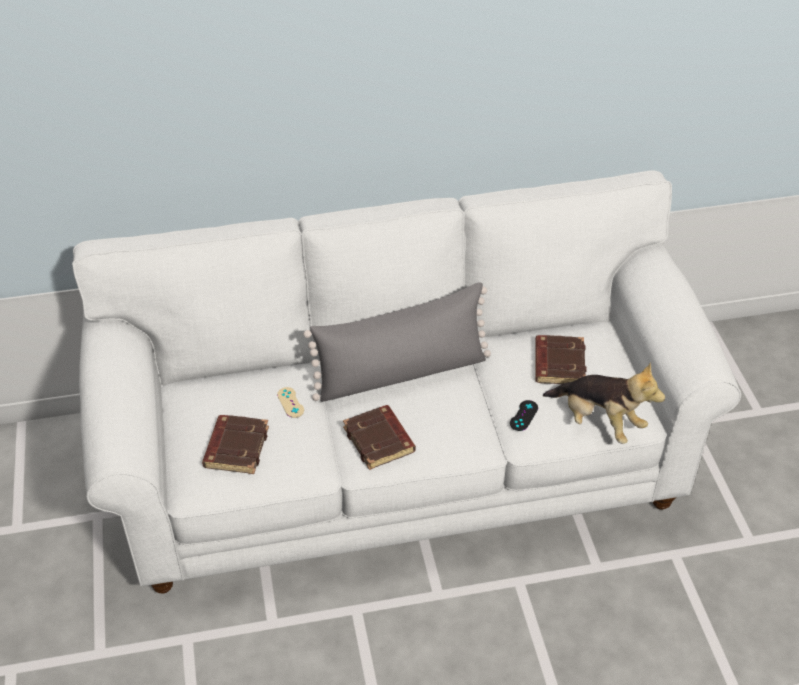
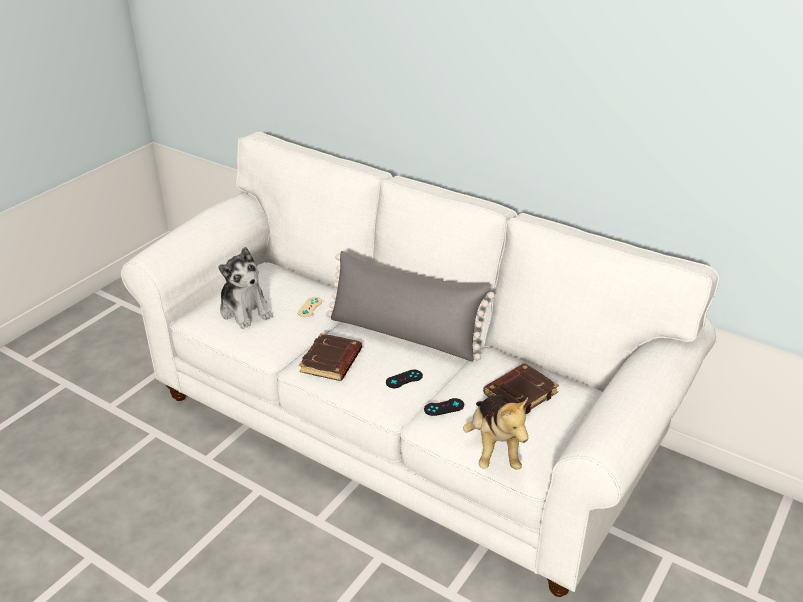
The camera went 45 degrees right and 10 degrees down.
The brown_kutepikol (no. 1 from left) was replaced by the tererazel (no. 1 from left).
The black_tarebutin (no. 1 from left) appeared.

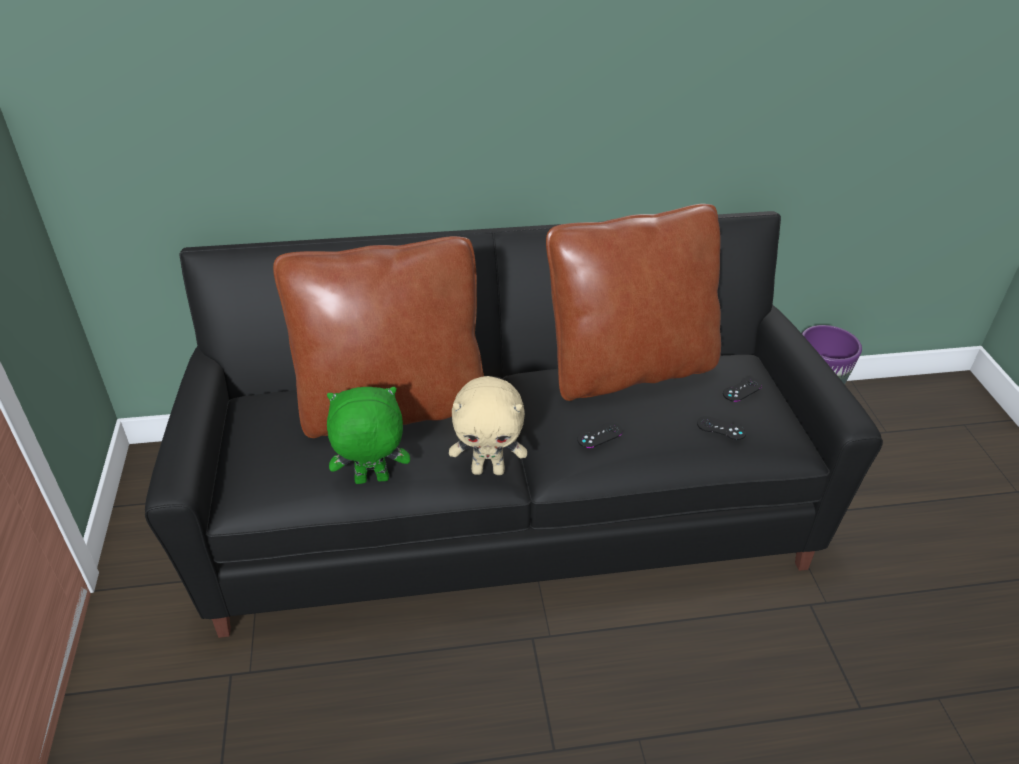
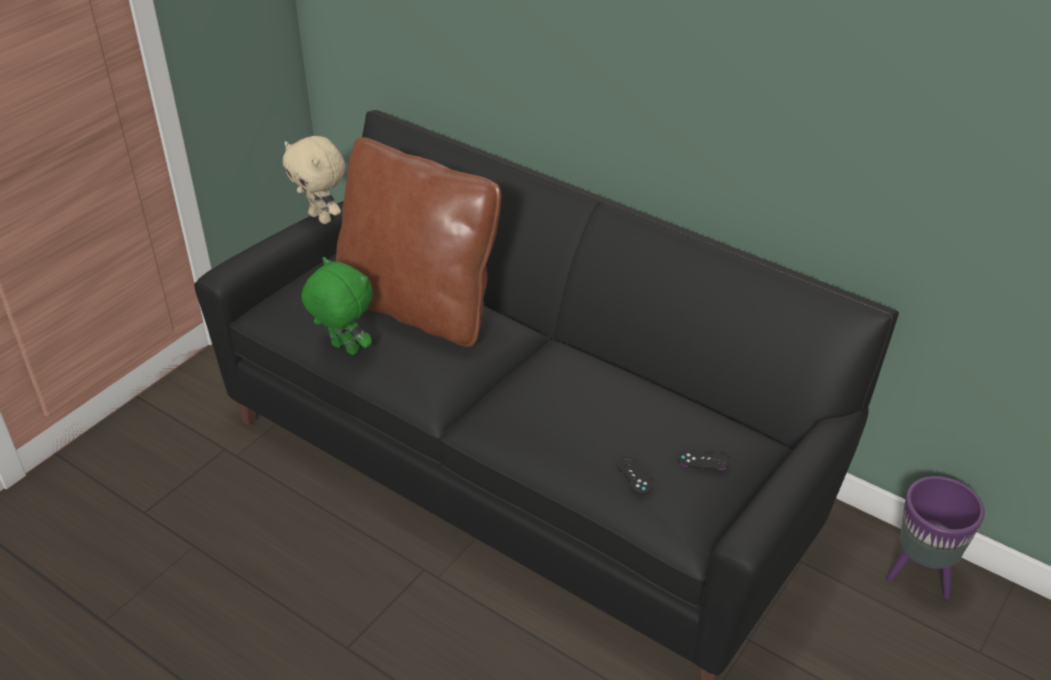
The camera went 45 degrees right and 0 degrees up.
The beige_tererazel moved.
The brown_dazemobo (no. 2 from left) disappeared.
The black_tarebutin (no. 1 from left) disappeared.

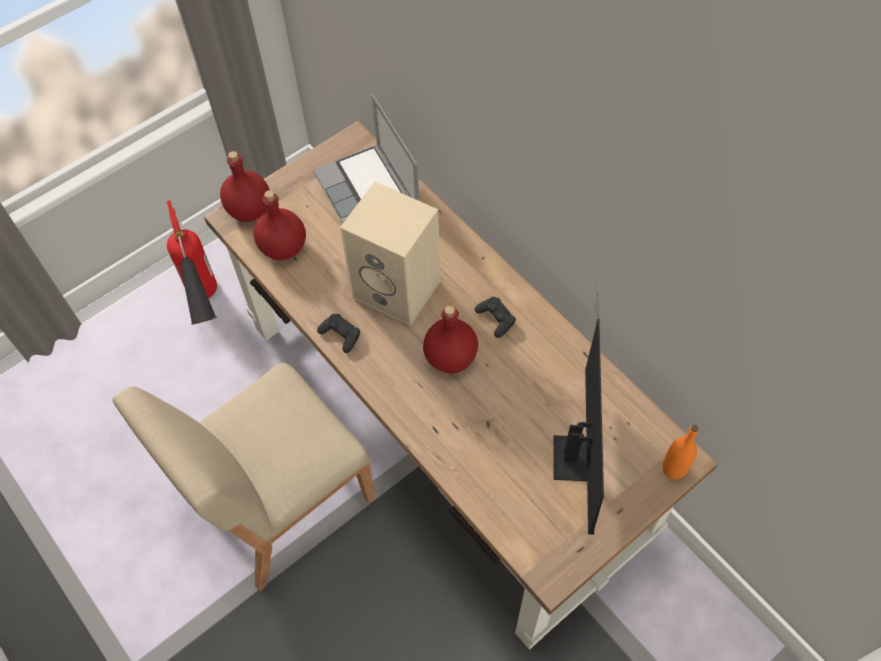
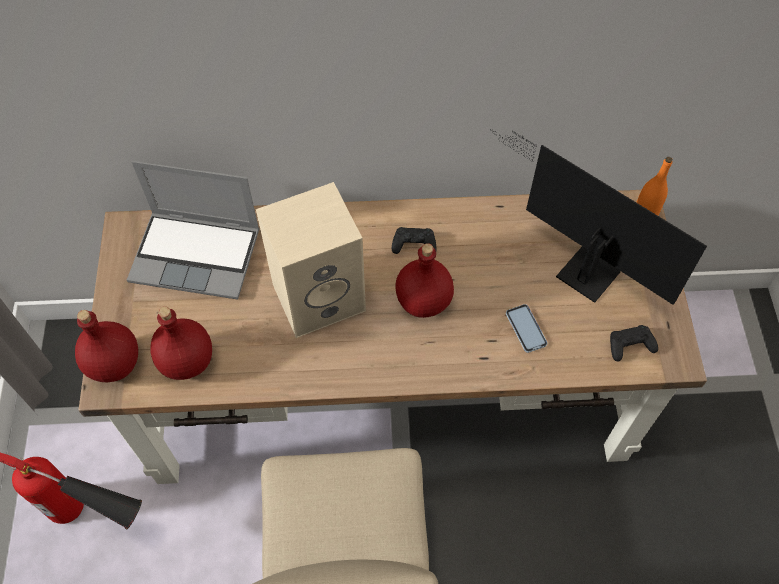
The camera went 55 degrees left and 0 degrees up.
The black_tarebutin (no. 1 from left in the first image) moved.
The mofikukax appeared.

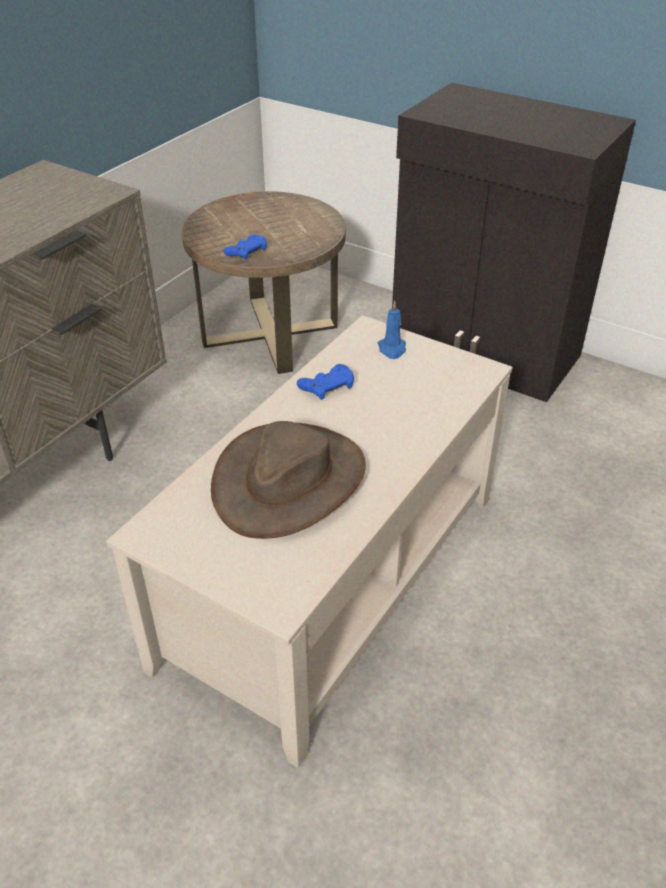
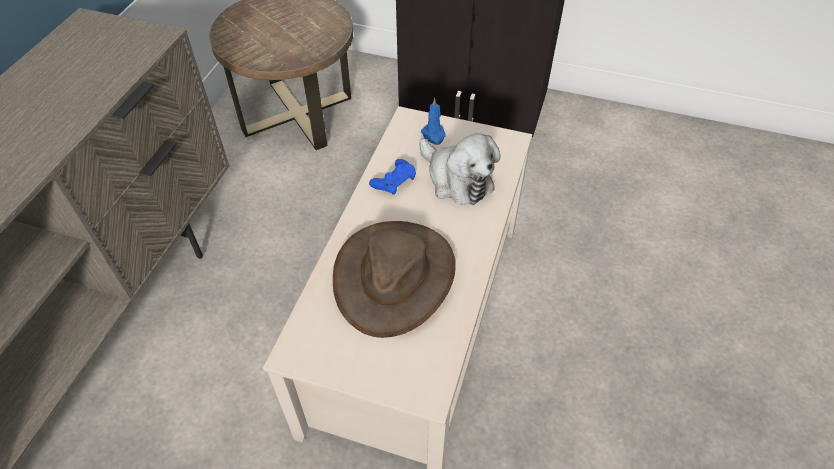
The camera went 15 degrees left and 10 degrees up.
The blue_tarebutin (no. 1 from left) disappeared.
The tererazel appeared.

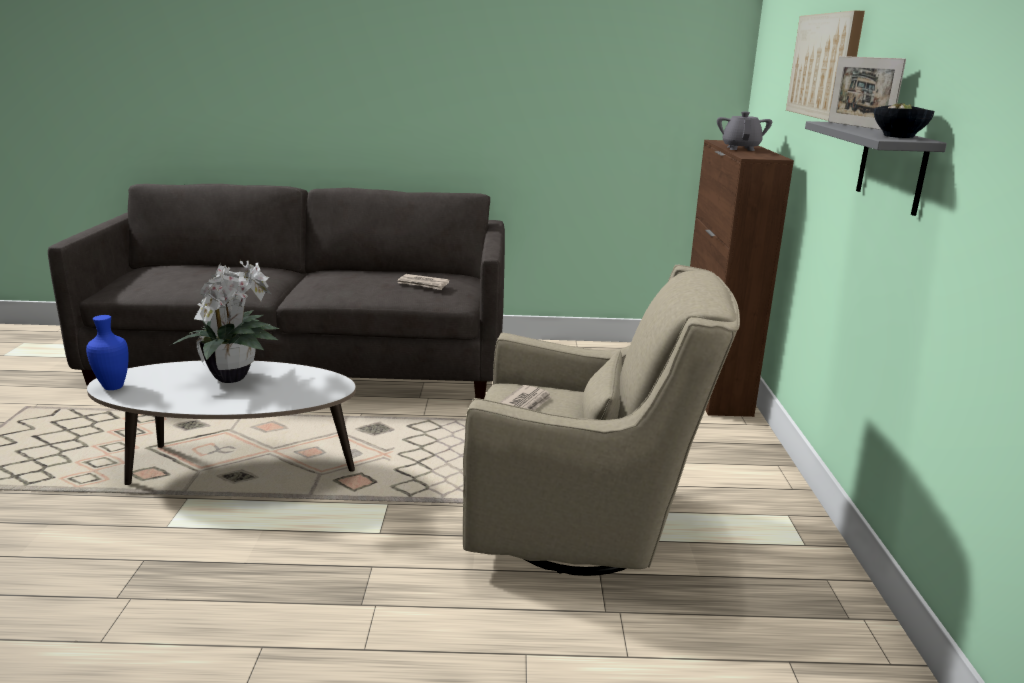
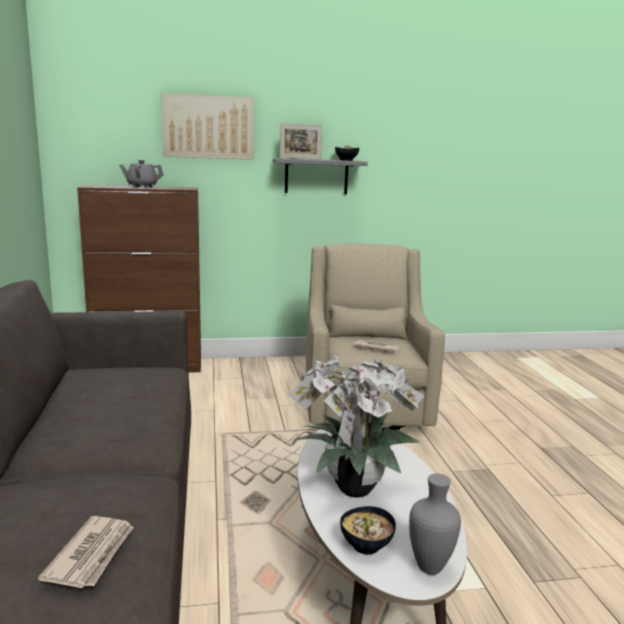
The camera went 100 degrees left and 5 degrees down.
The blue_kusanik became the grey_kusanik.
The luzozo (no. 1 from left) moved.
The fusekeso (no. 2 from left) appeared.

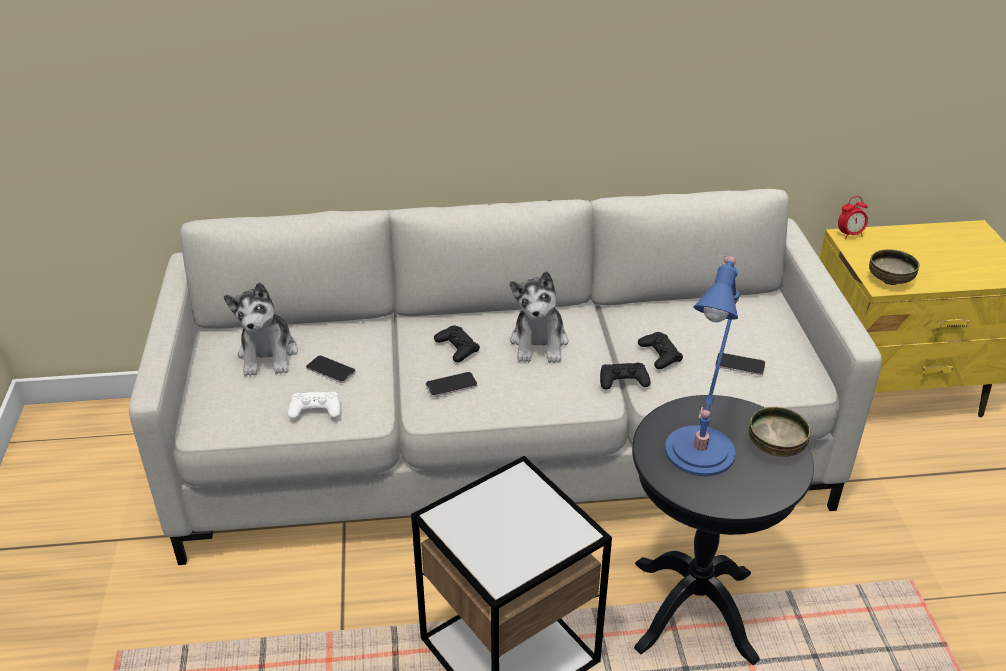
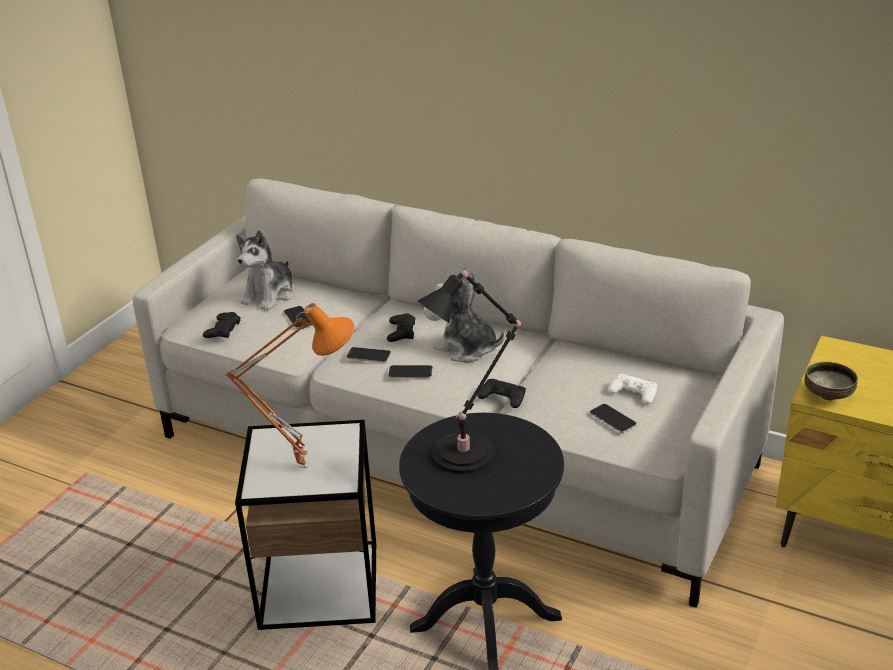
The camera went 35 degrees right and 5 degrees down.
The white_tarebutin moved.
The tererazel (no. 2 from left) turned 90 degrees clockwise.
The black_tarebutin (no. 3 from left in the first image) moved.
The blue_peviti became the black_peviti.
The fusekeso (no. 1 from left) disappeared.
The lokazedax disappeared.
The orange_peviti appeared.
The mofikukax (no. 3 from left) appeared.

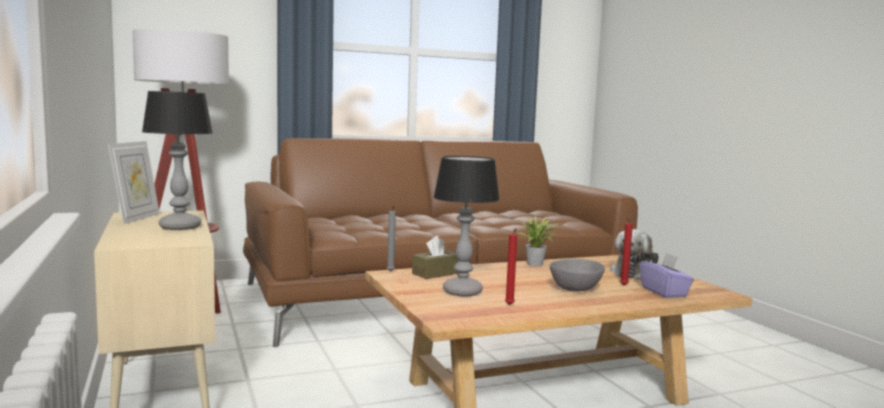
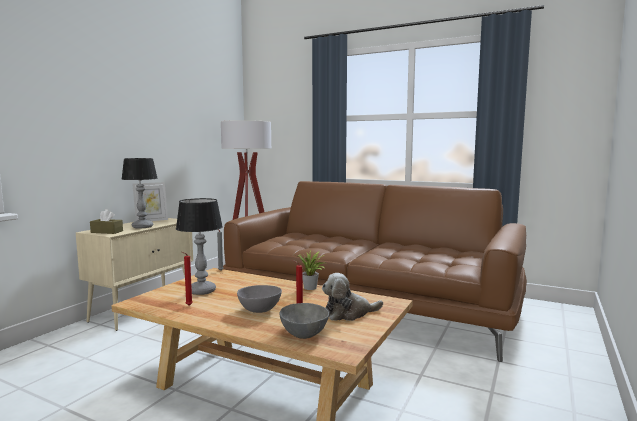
The camera went 50 degrees right and 0 degrees up.
The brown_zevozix moved.
The purple_zevozix was replaced by the grey_fusekeso (no. 2 from left).

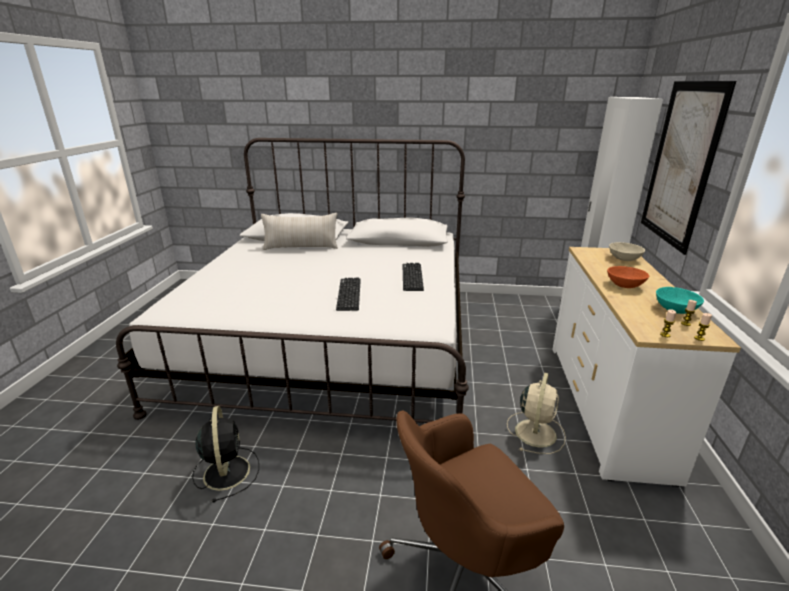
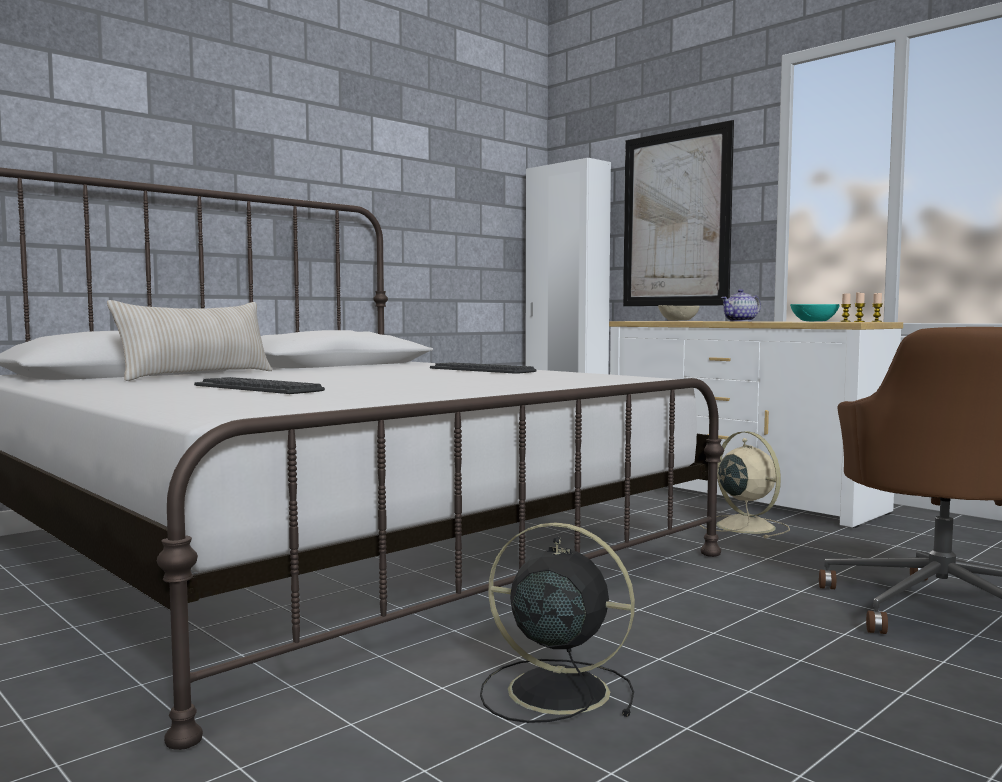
The camera went 50 degrees left and 20 degrees down.
The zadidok (no. 1 from left) moved.
The orange_fusekeso was replaced by the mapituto.

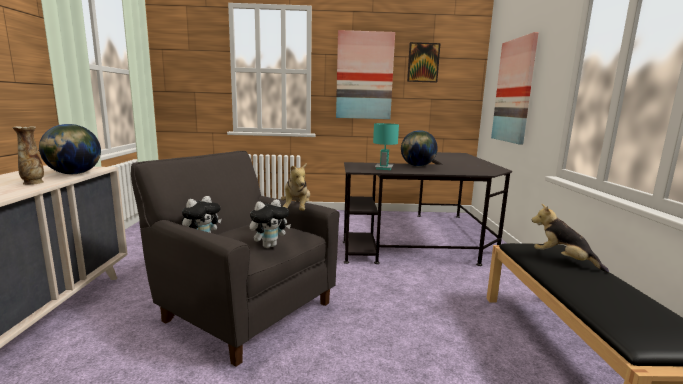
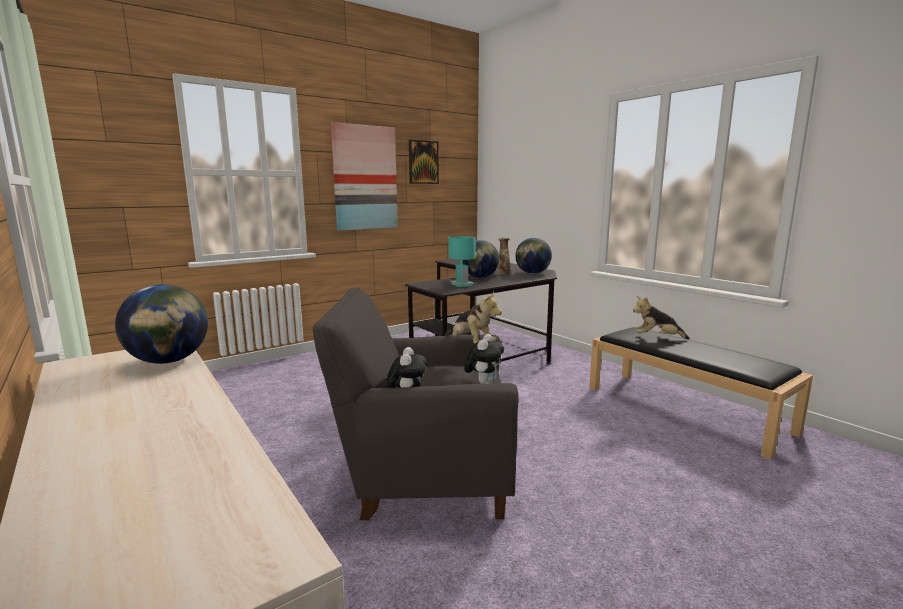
The camera went 35 degrees left and 0 degrees up.
The kusanik moved.
The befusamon (no. 3 from left) disappeared.
The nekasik (no. 3 from left) appeared.

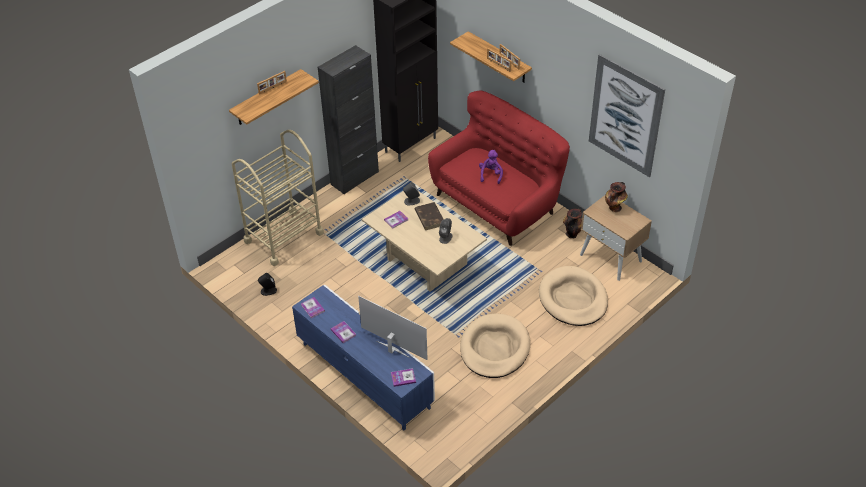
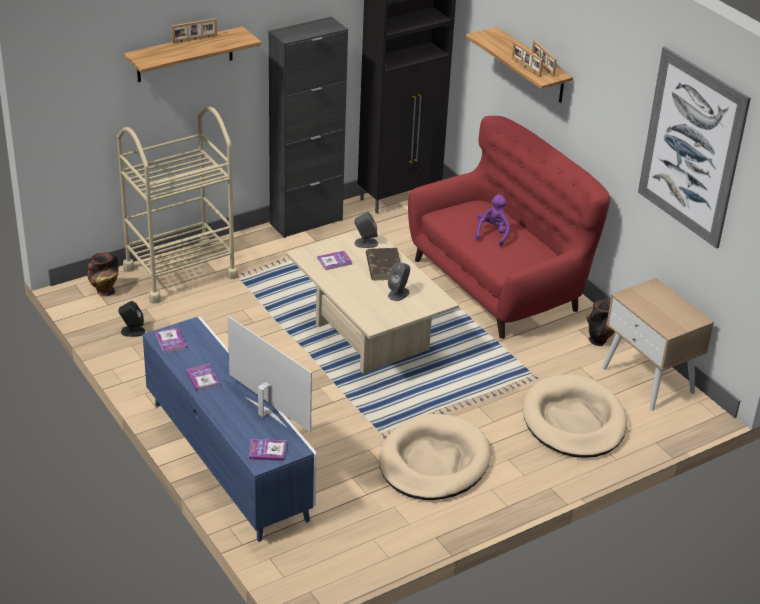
The camera went 10 degrees right and 10 degrees down.
The kusanik (no. 2 from left in the first image) moved.

